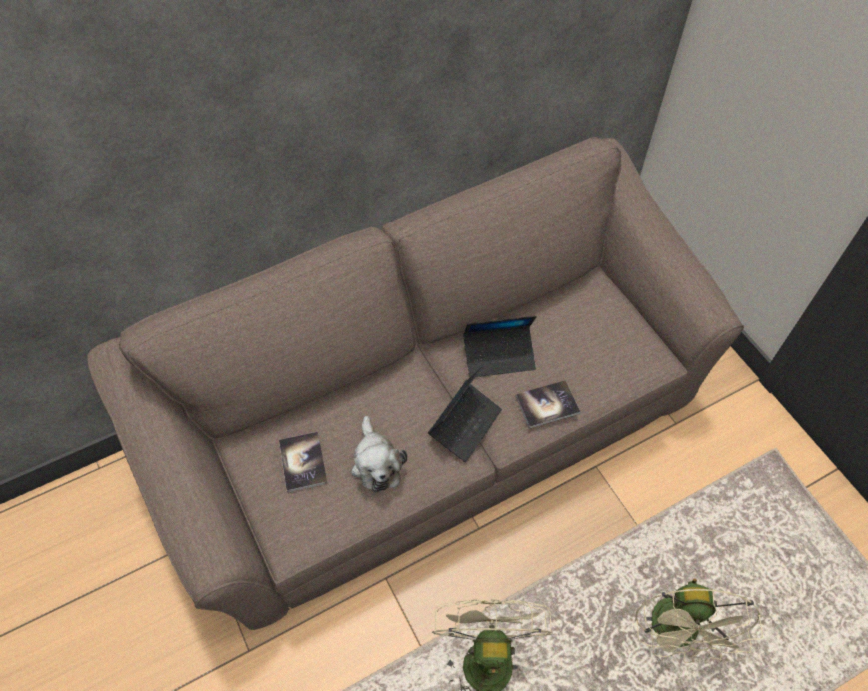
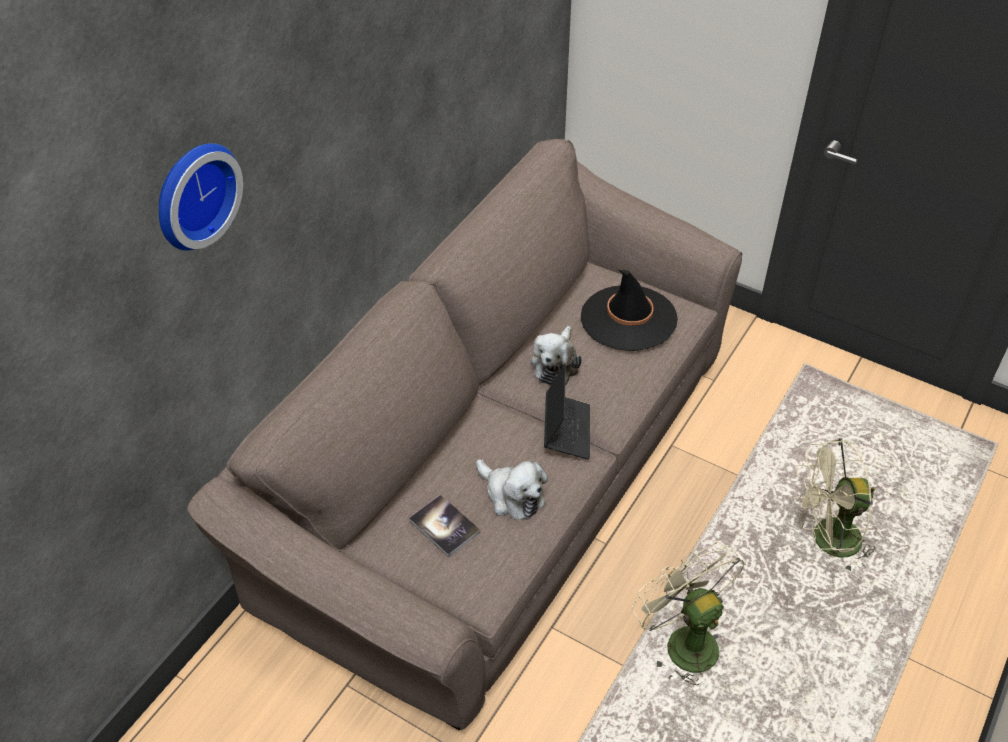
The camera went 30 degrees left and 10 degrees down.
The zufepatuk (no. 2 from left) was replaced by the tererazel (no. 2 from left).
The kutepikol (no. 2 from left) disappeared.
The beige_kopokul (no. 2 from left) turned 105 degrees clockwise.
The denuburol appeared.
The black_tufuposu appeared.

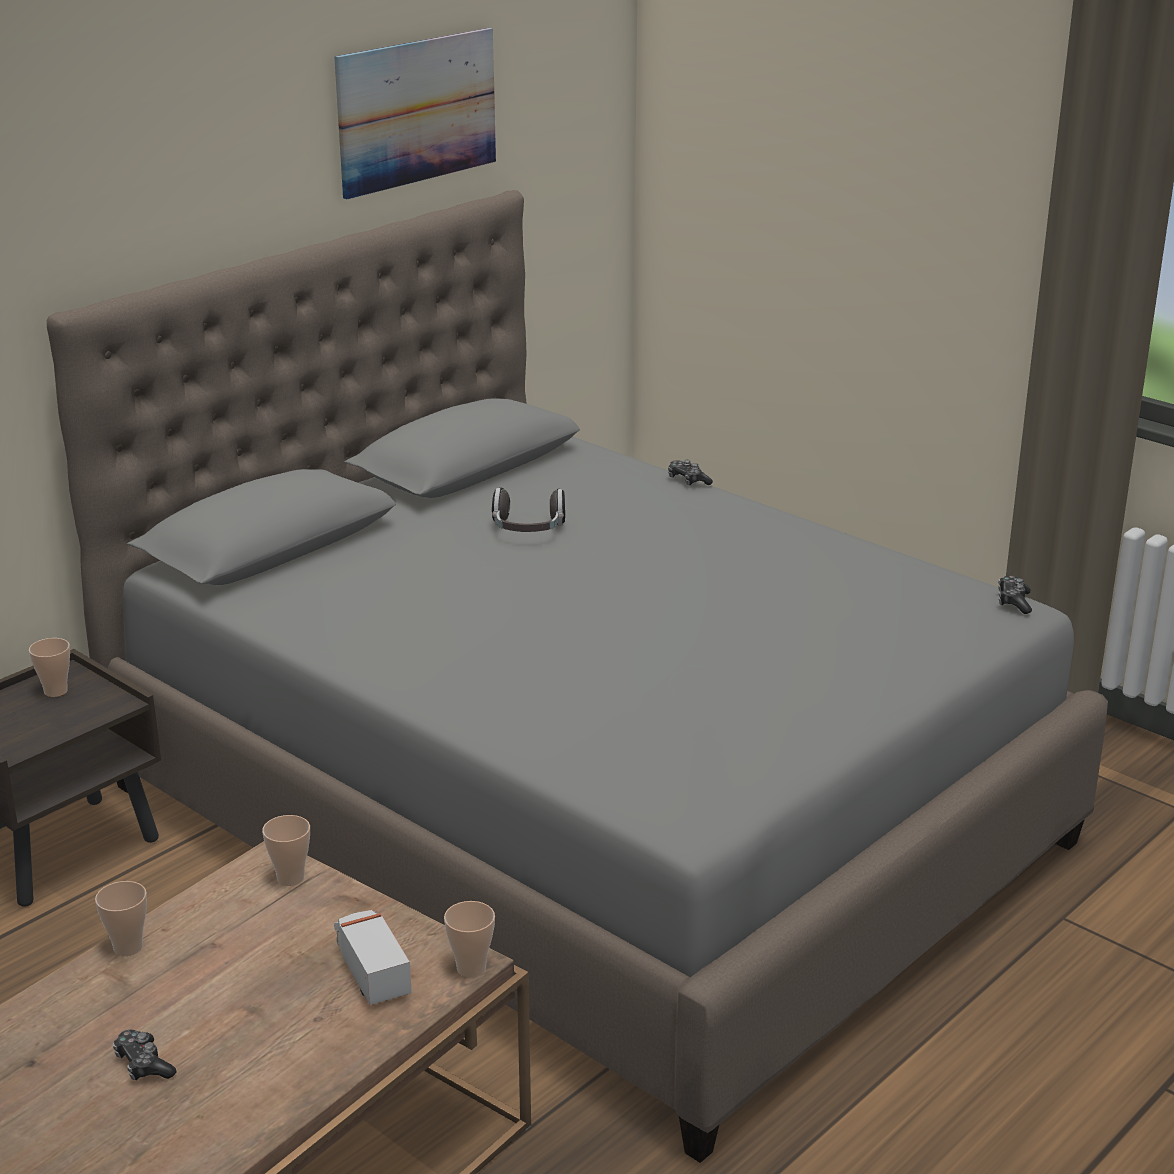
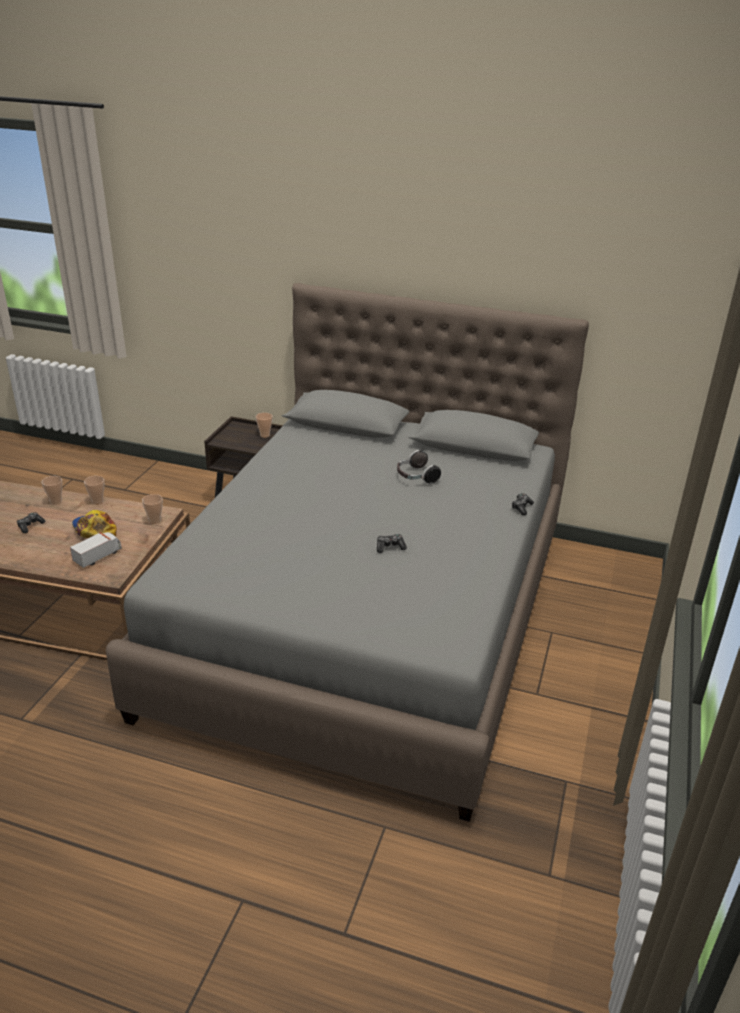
The camera went 65 degrees right and 5 degrees up.
The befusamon disappeared.
The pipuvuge (no. 4 from left in the first image) moved.
The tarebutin (no. 3 from left in the first image) moved.
The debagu appeared.

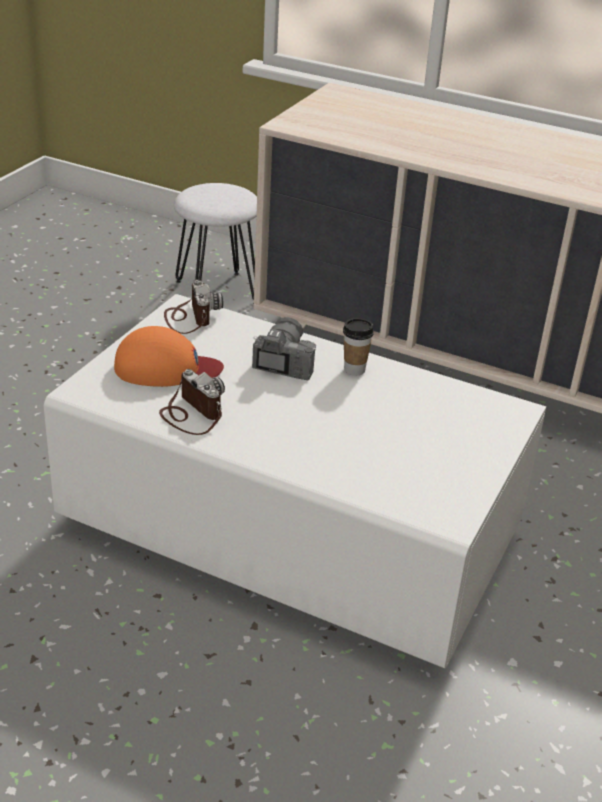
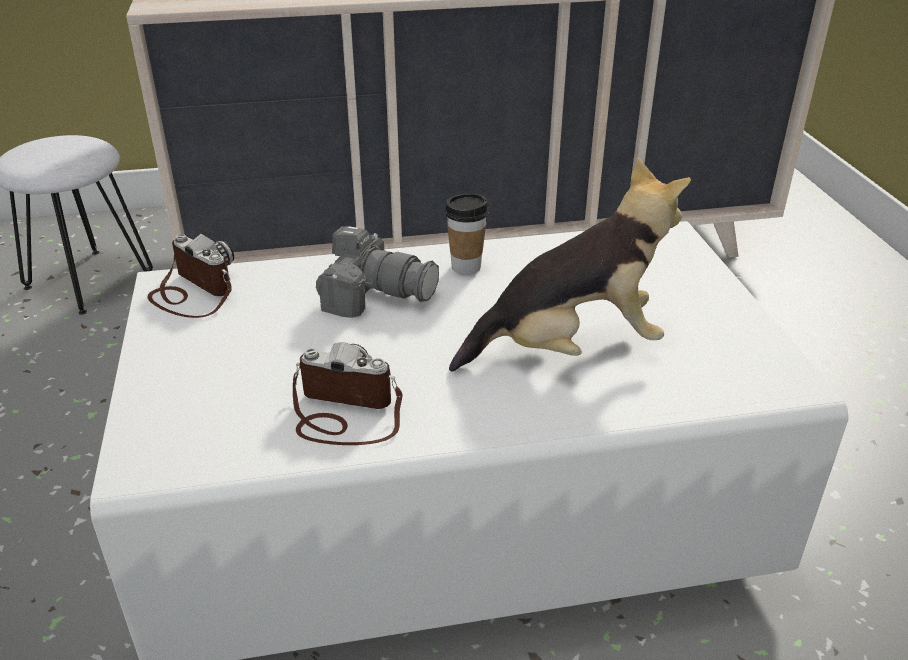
The camera went 35 degrees left and 0 degrees up.
The orange_debagu disappeared.
The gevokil (no. 3 from left) turned 135 degrees clockwise.
The tererazel appeared.

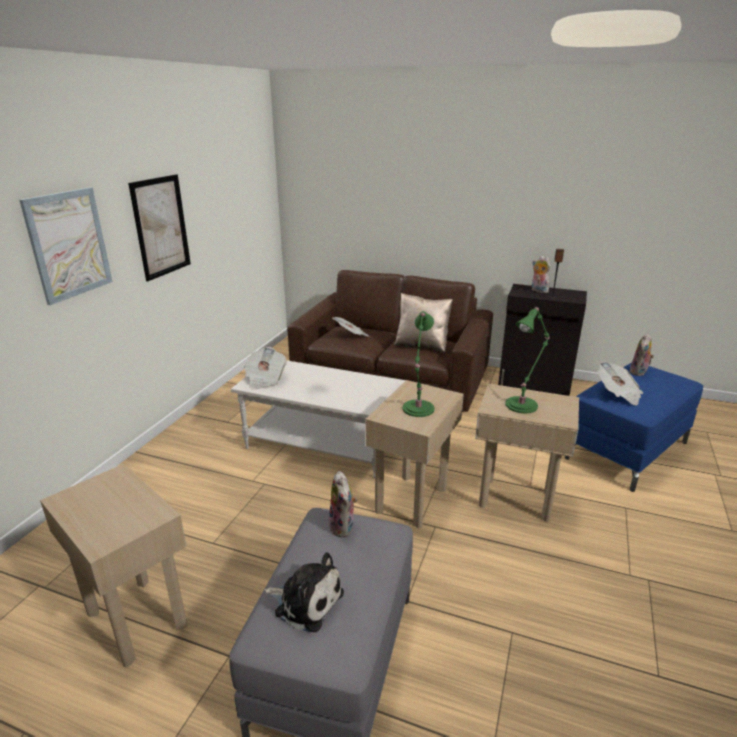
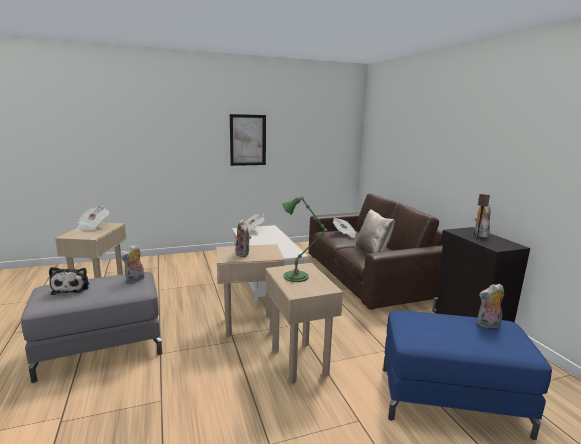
The camera went 50 degrees right and 10 degrees down.
The befusamon (no. 1 from left) disappeared.
The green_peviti (no. 1 from left) was replaced by the tererazel (no. 3 from left).
The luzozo (no. 3 from left in the first image) moved.

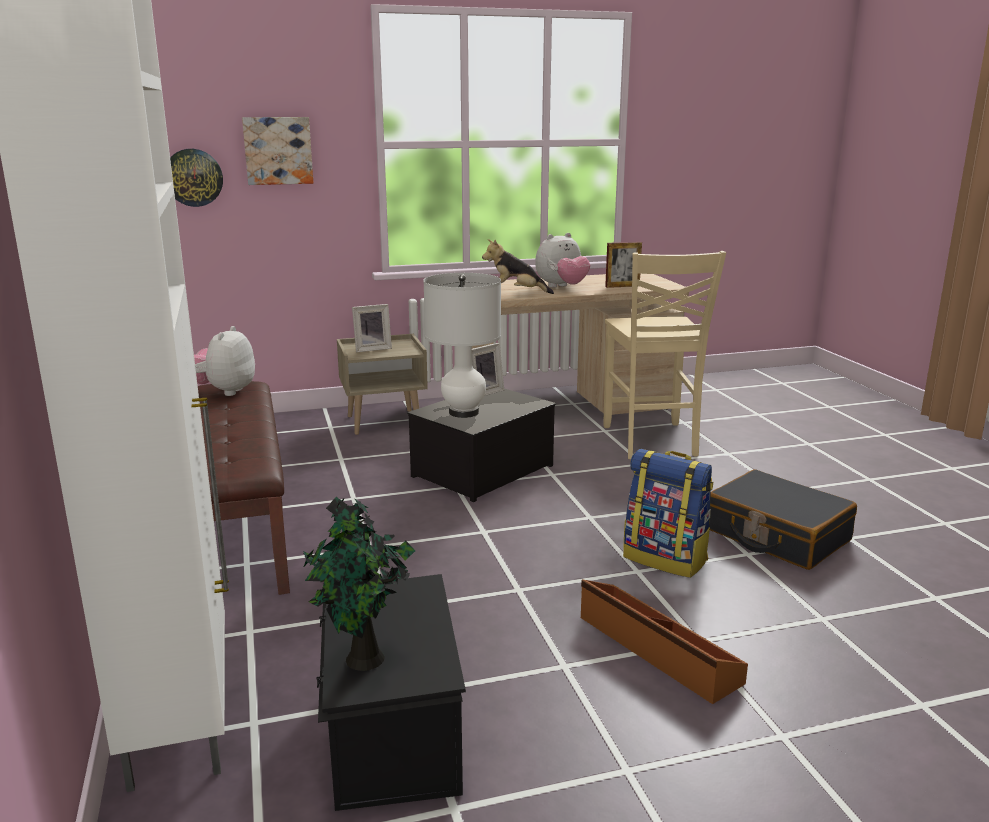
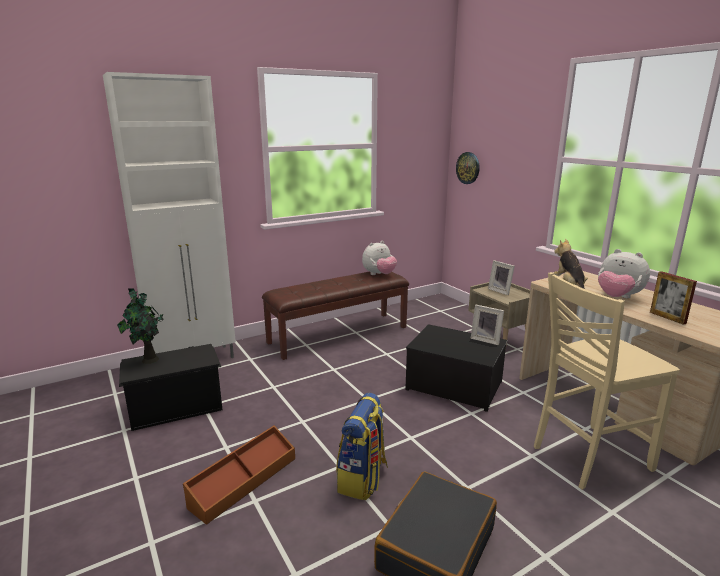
The camera went 75 degrees right and 0 degrees up.
The tererazel (no. 1 from left) turned 150 degrees clockwise.
The befusamon disappeared.
The white_peviti disappeared.

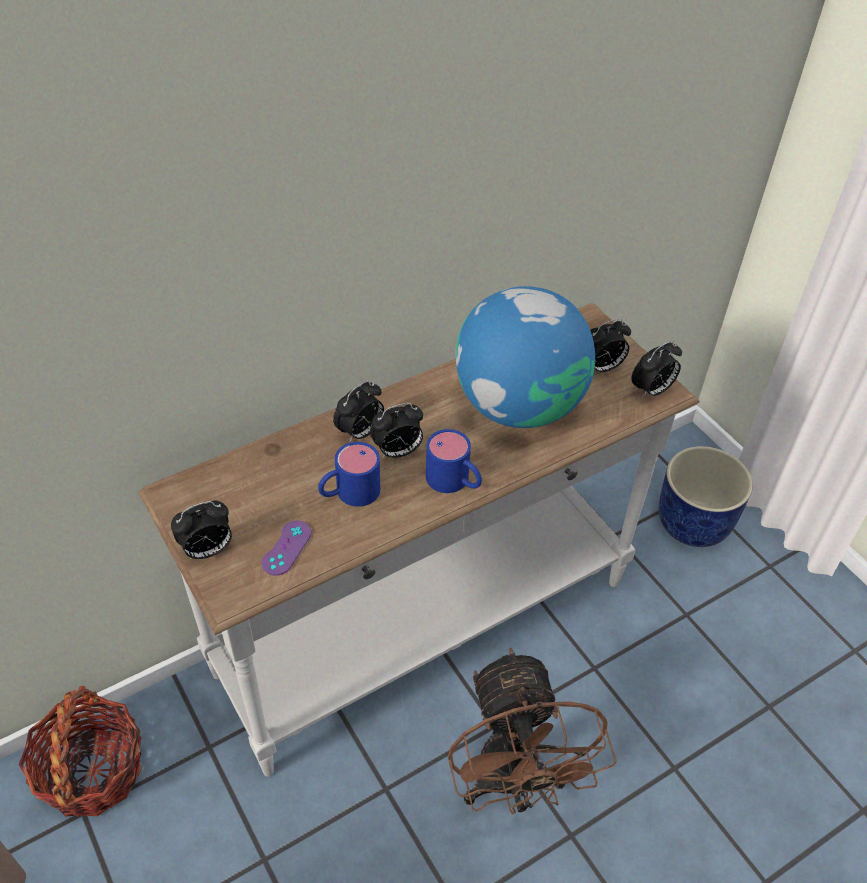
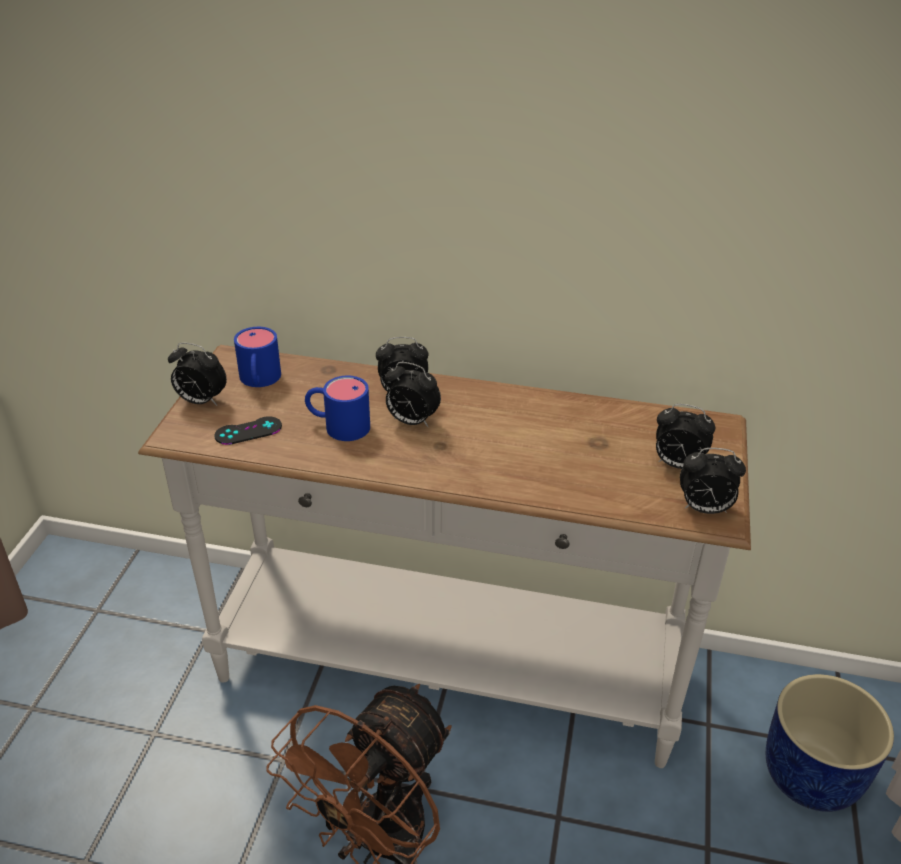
The camera went 45 degrees right and 10 degrees down.
The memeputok disappeared.
The purple_tarebutin became the black_tarebutin.
The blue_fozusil (no. 2 from left in the first image) moved.
The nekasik disappeared.

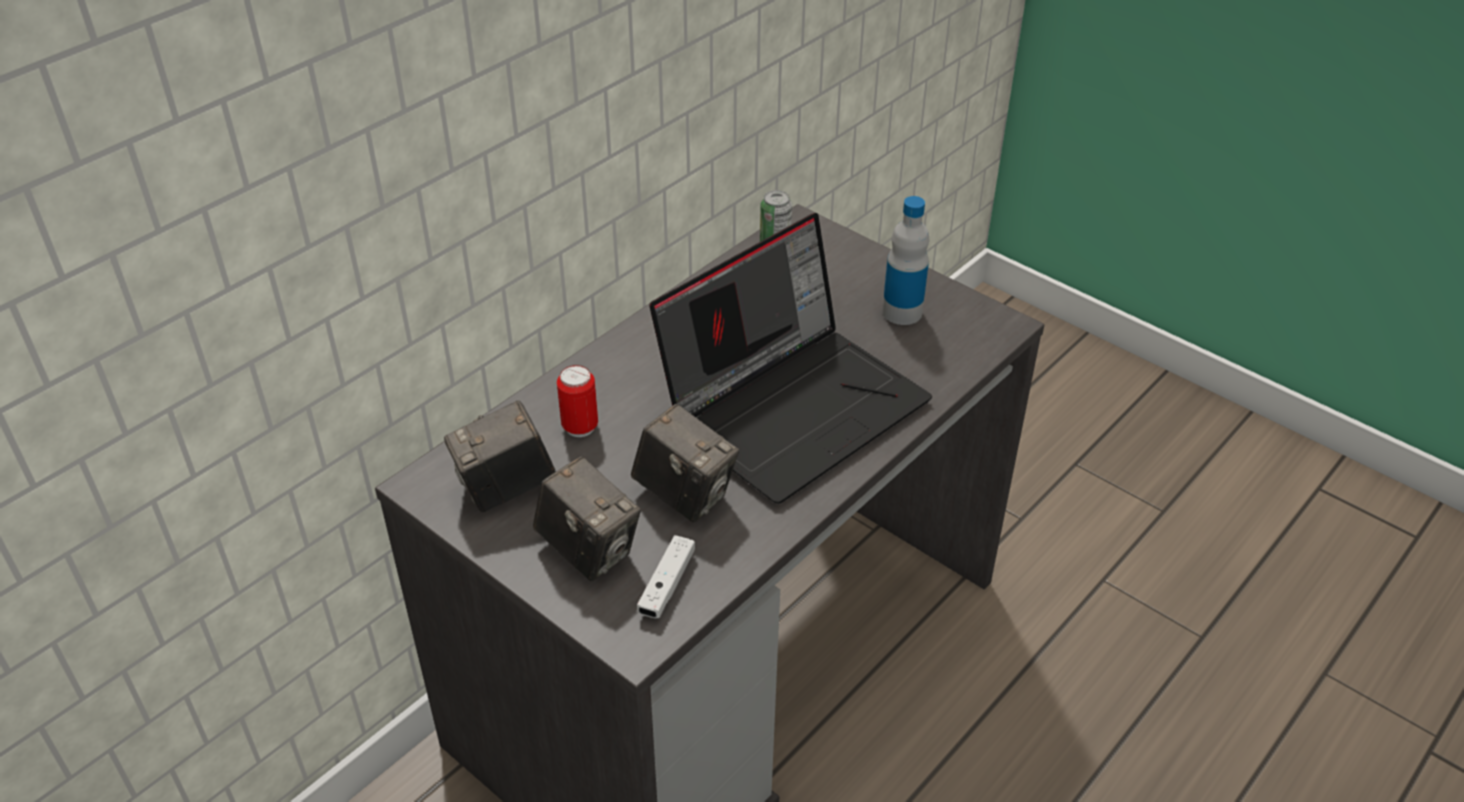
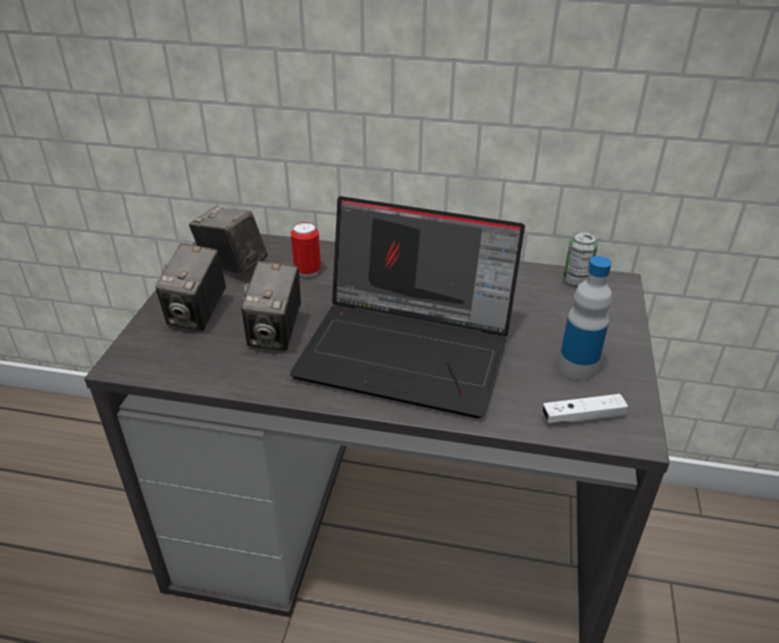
The camera went 60 degrees right and 5 degrees down.
The white_tarebutin moved.

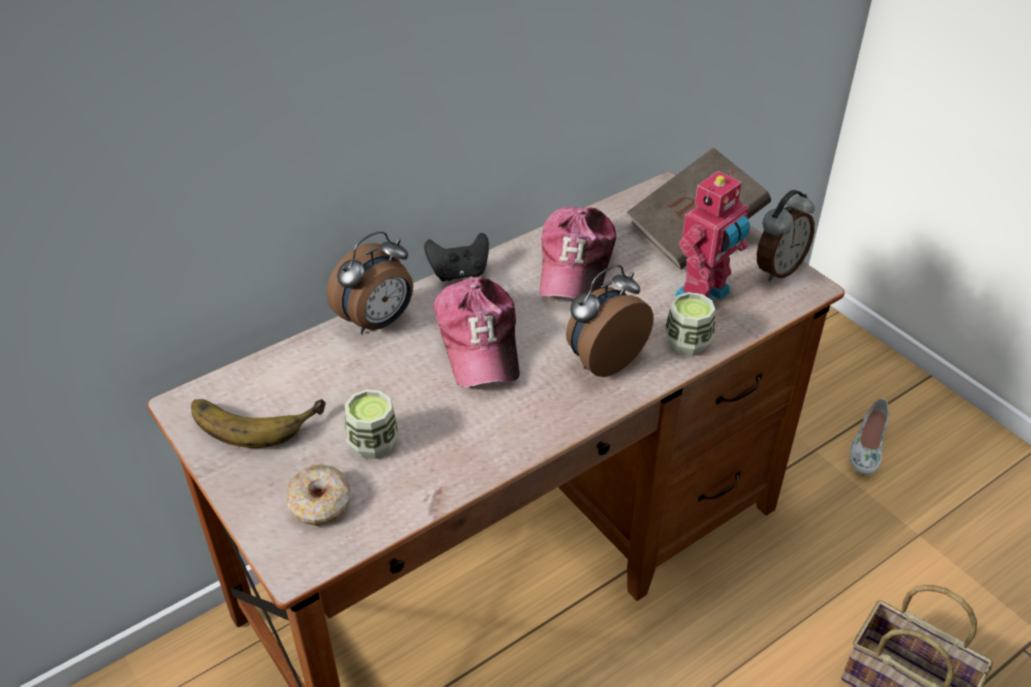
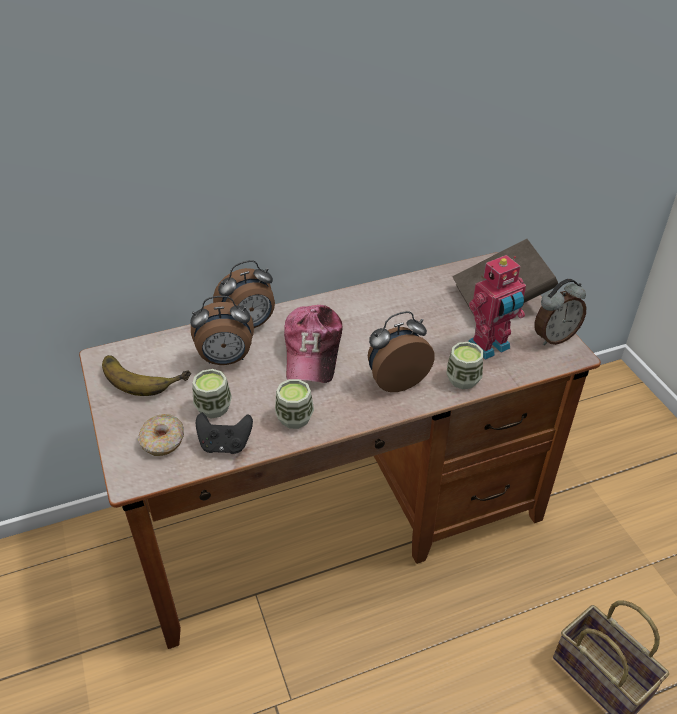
The camera went 15 degrees right and 0 degrees up.
The black_tarebutin moved.
The debagu (no. 2 from left) disappeared.
The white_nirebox disappeared.
The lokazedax (no. 1 from left) appeared.
The pipuvuge (no. 2 from left) appeared.

